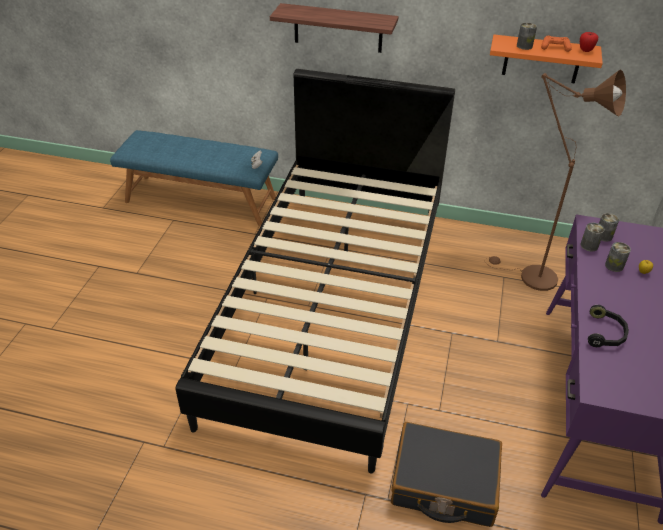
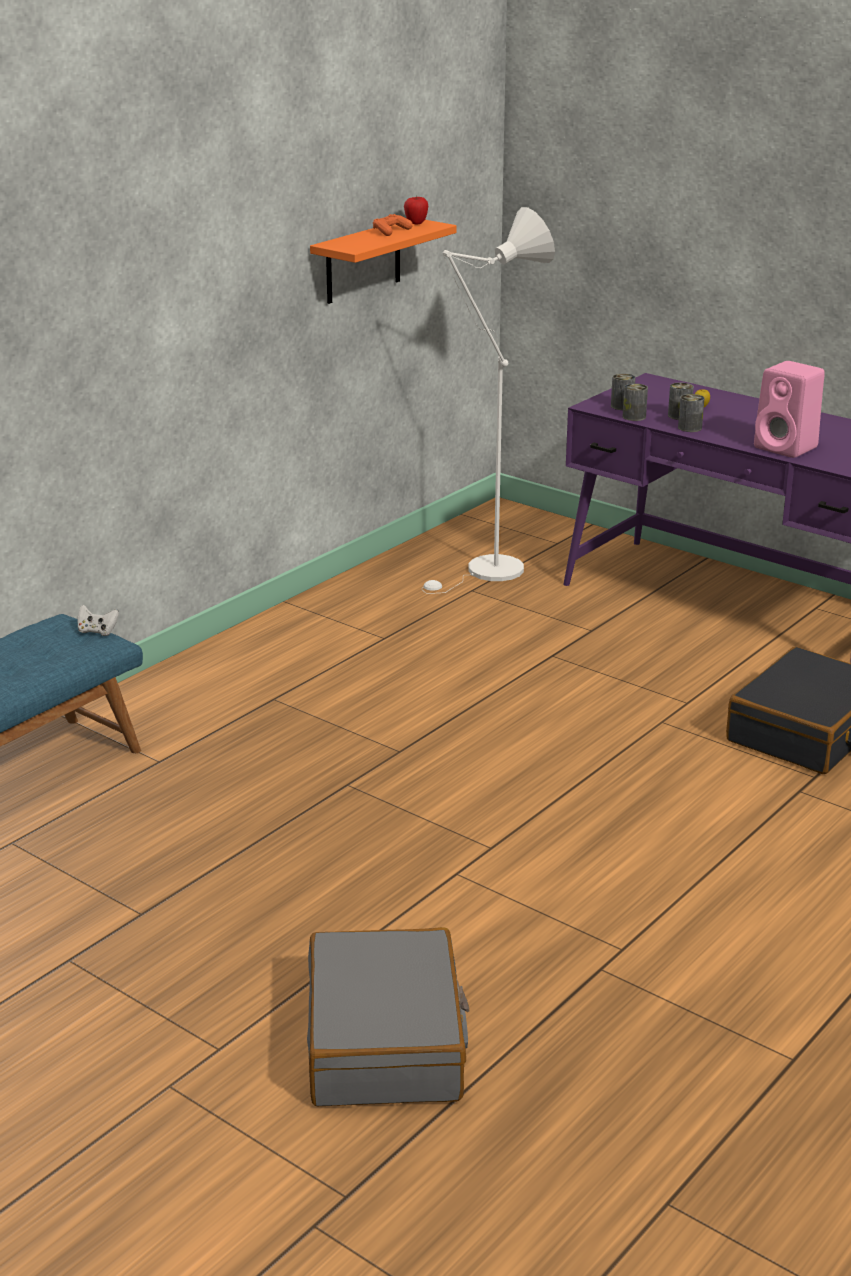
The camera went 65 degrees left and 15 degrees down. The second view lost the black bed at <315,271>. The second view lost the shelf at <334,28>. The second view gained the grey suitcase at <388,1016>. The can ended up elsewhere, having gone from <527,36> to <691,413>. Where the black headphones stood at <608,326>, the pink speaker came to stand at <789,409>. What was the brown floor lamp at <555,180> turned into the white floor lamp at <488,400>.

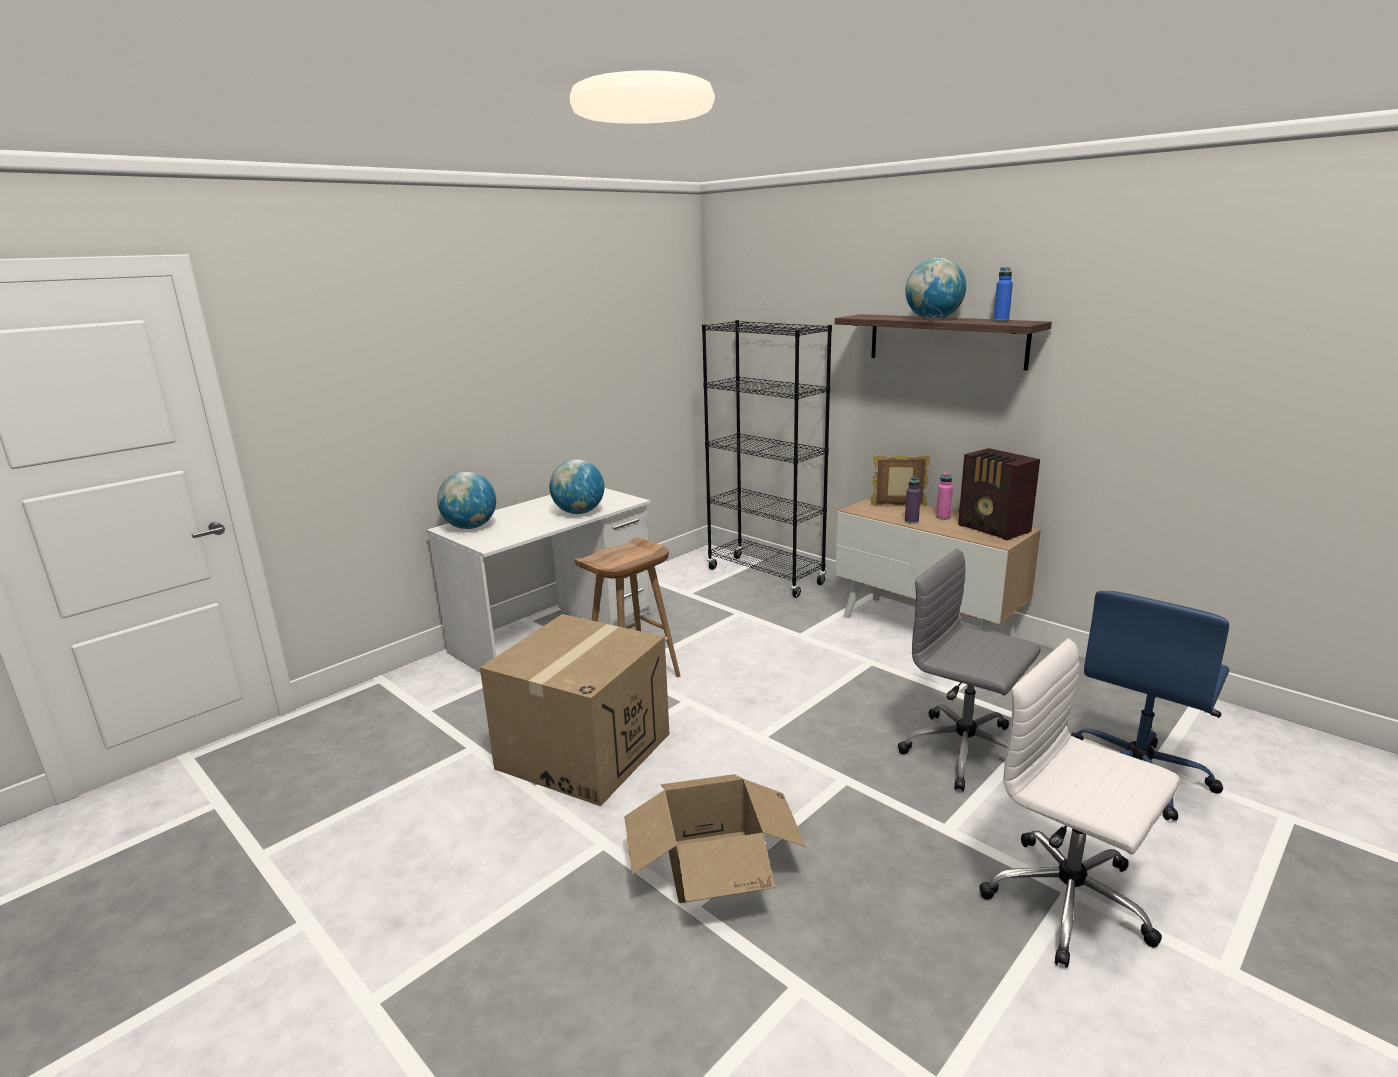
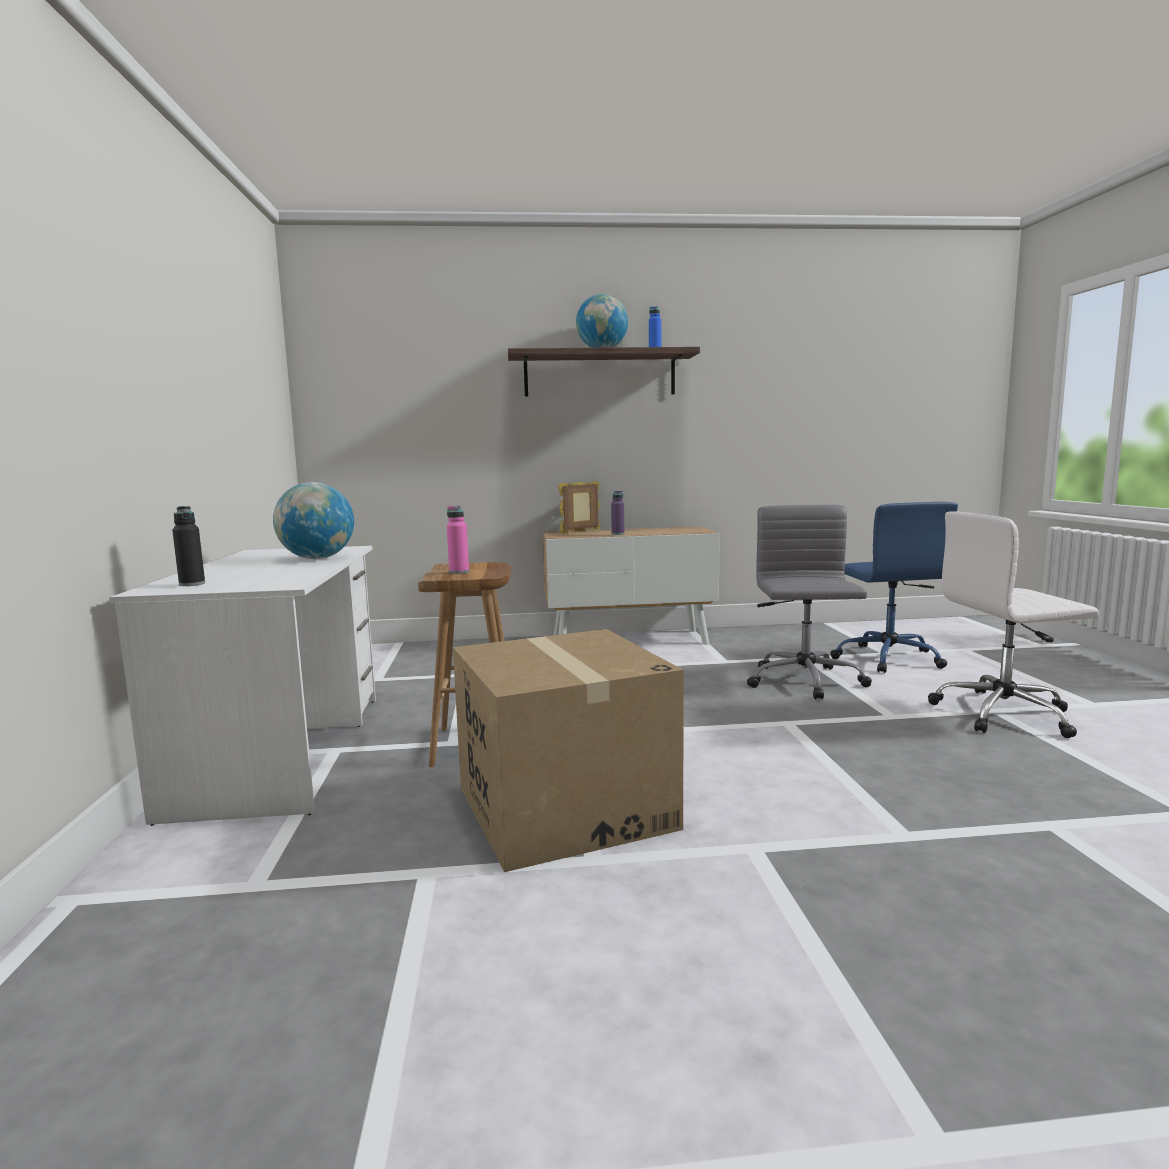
The camera went 50 degrees left and 10 degrees down. The second view lost the cardboard box at <715,838>. The second view lost the black bookcase at <767,459>. The second view lost the radio at <999,494>. The pink bottle ended up elsewhere, having gone from <944,496> to <458,540>. Where the globe stood at <466,500>, the black bottle came to stand at <188,546>. The grey office chair at <969,669> ended up facing another way, 105 degrees clockwise from before.

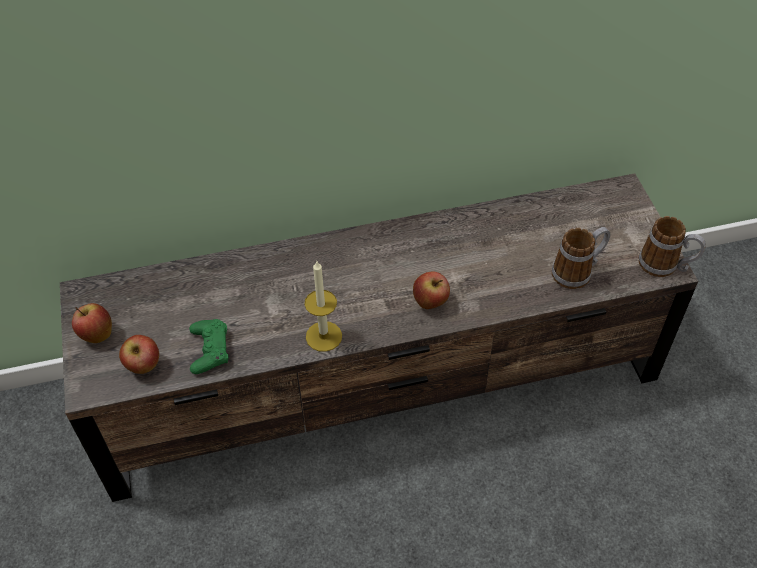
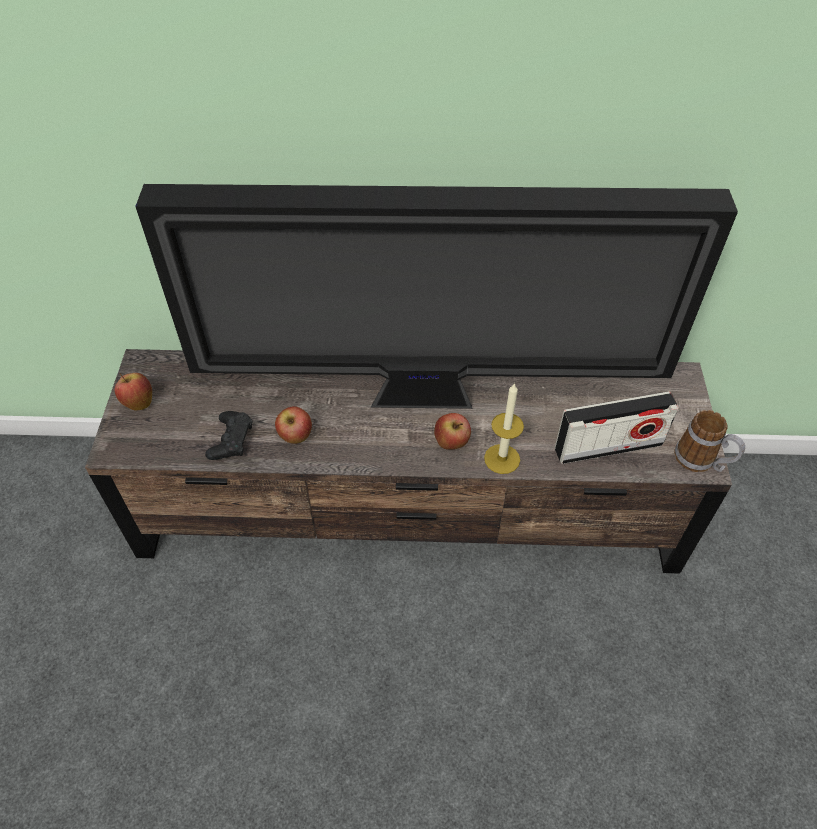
The camera went 15 degrees right and 0 degrees up. The second view gained the television at <436,296>. The apple ended up elsewhere, having gone from <139,354> to <293,425>. The candle ended up elsewhere, having gone from <323,306> to <504,428>. Where the mug stood at <581,258>, the radio came to stand at <617,428>. What was the green game controller at <209,346> turned into the black game controller at <228,435>.

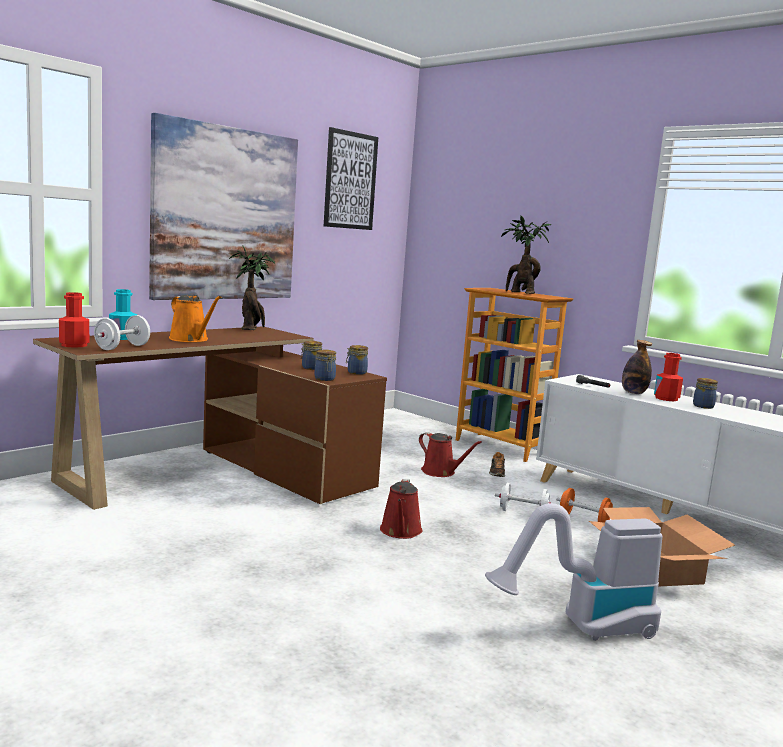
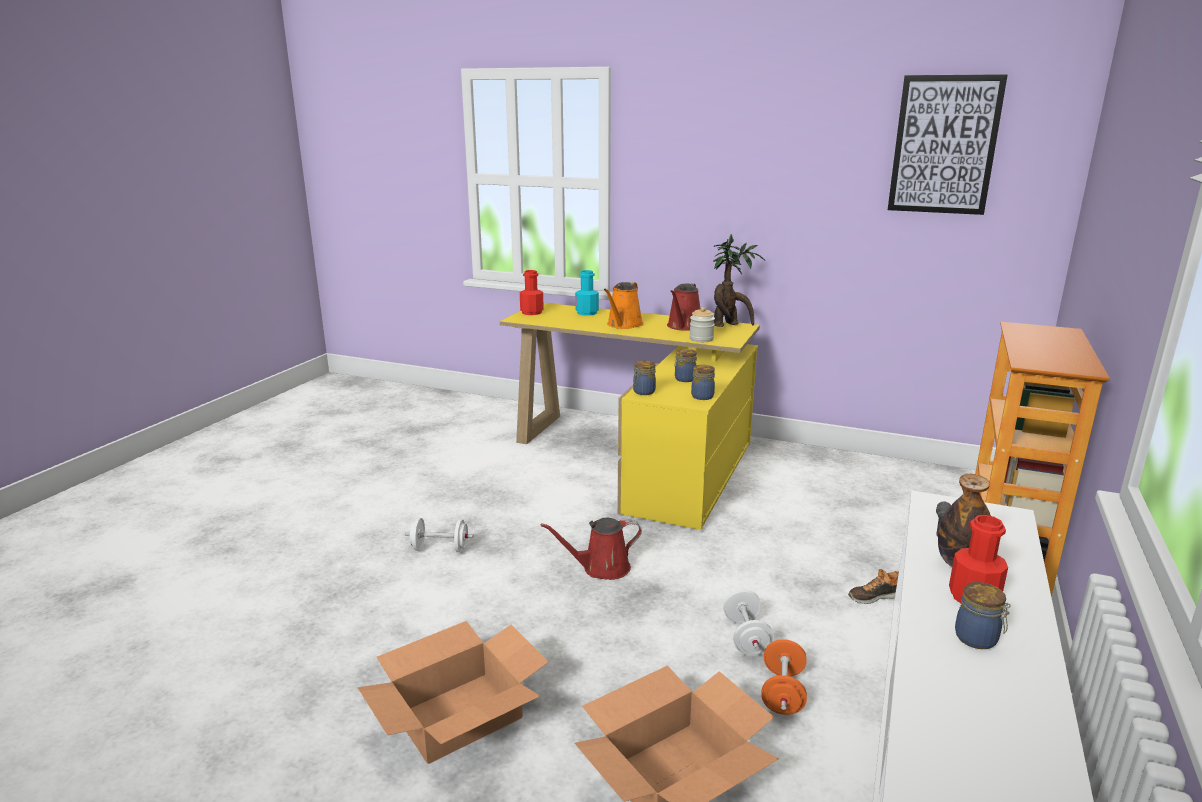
The camera went 70 degrees right and 10 degrees up. The second view lost the picture at <223,206>. The second view lost the potted plant at <526,254>. The second view gained the jar at <702,324>. The white dumbbell ended up elsewhere, having gone from <122,332> to <439,535>. The red watering can ended up elsewhere, having gone from <450,454> to <683,307>. Where the vacuum cleaner stood at <574,572>, the cardboard box came to stand at <453,692>. What was the brown desk at <210,418> turned into the yellow desk at <630,416>.

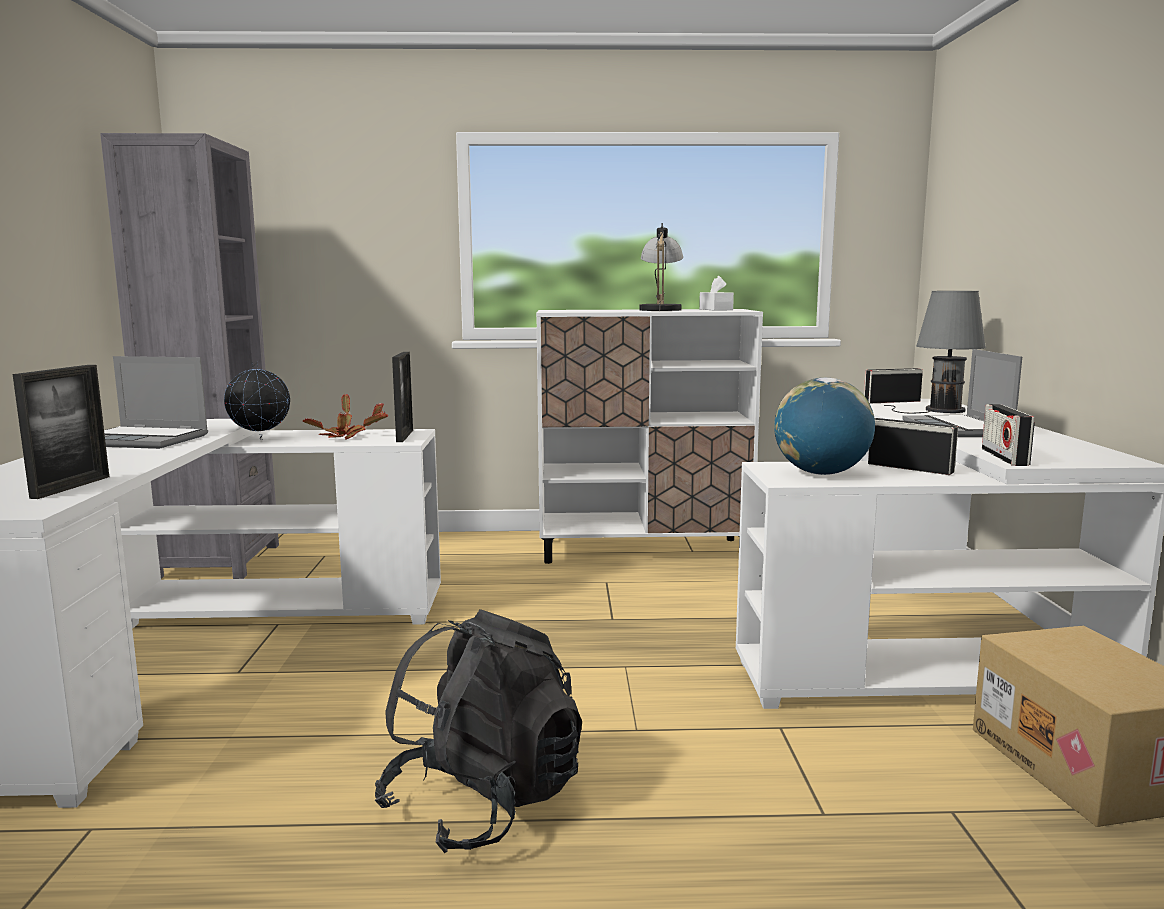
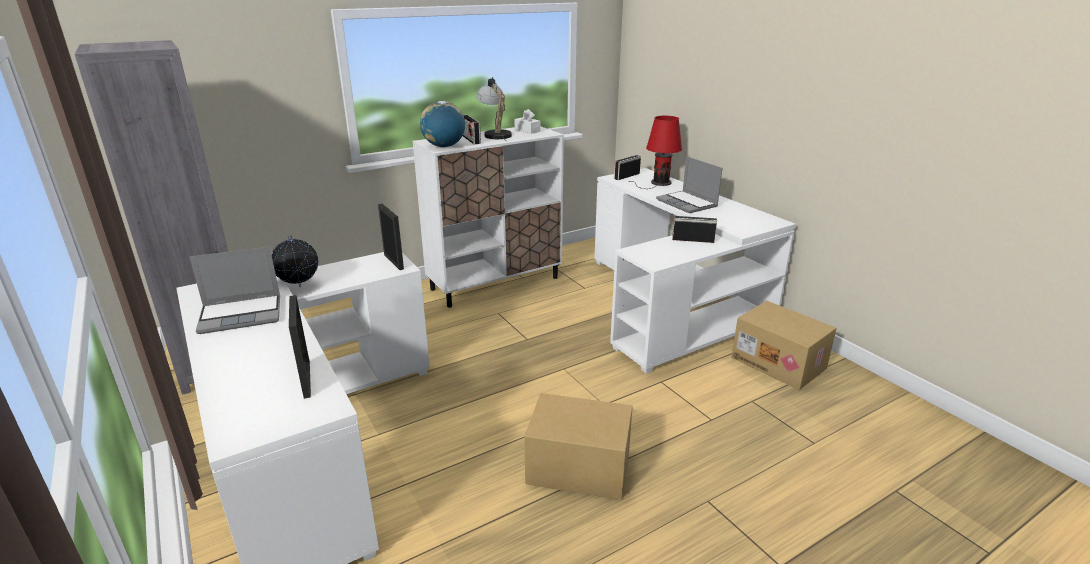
The camera went 30 degrees left and 15 degrees up. The second view lost the potted plant at <345,416>. The globe ended up elsewhere, having gone from <824,426> to <442,124>. The radio ended up elsewhere, having gone from <1008,435> to <472,129>. Where the black backpack stood at <478,731>, the cardboard box came to stand at <578,446>. What was the grey table lamp at <935,352> turned into the red table lamp at <655,152>.

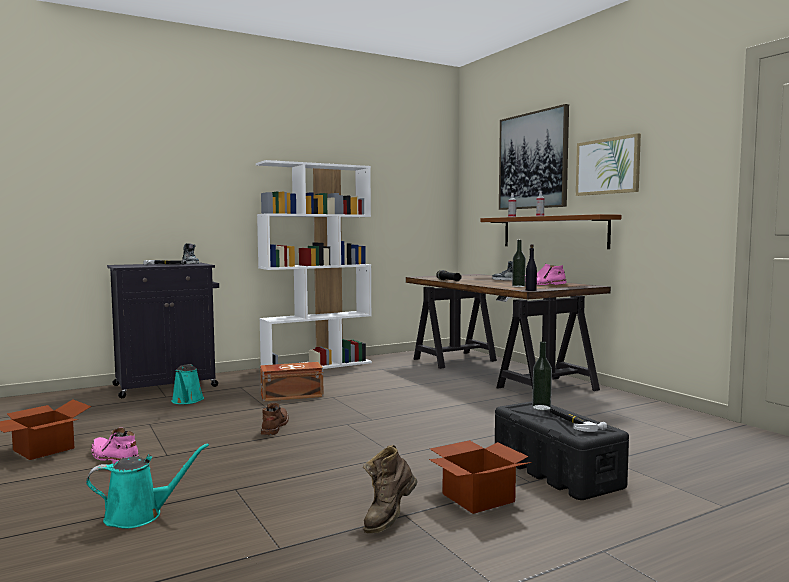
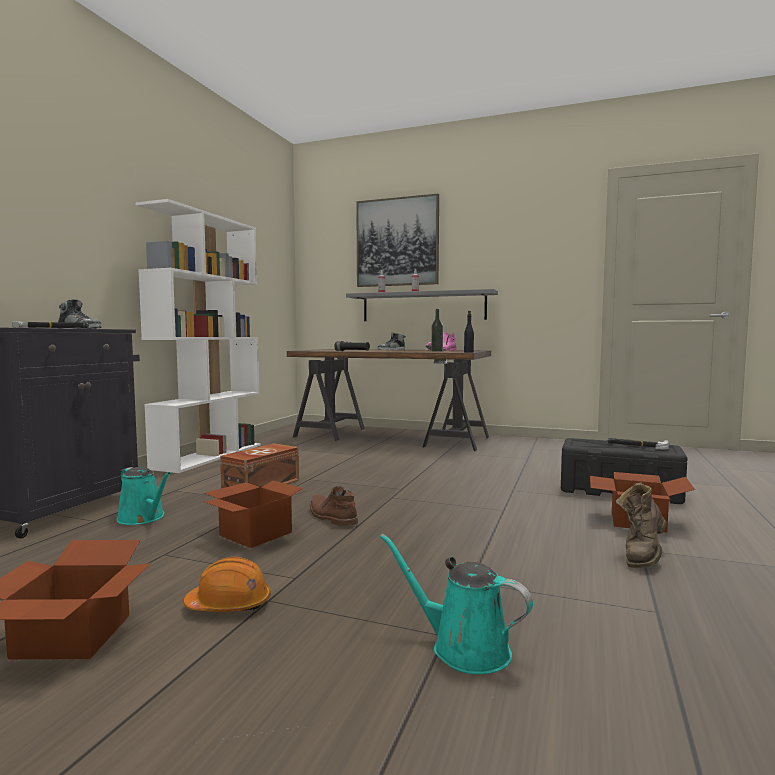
The camera went 40 degrees left and 0 degrees up. The second view lost the bottle at <542,375>. The second view lost the picture at <608,164>. The second view gained the cardboard box at <255,514>. Where the pink boot stood at <115,446>, the orange hard hat came to stand at <227,584>. What was the brown shelf at <550,231> turned into the grey shelf at <422,305>. The turquoise watering can at <147,485> ended up facing another way, 90 degrees counterclockwise from before. The brown boot at <390,489> ended up facing another way, 45 degrees clockwise from before.

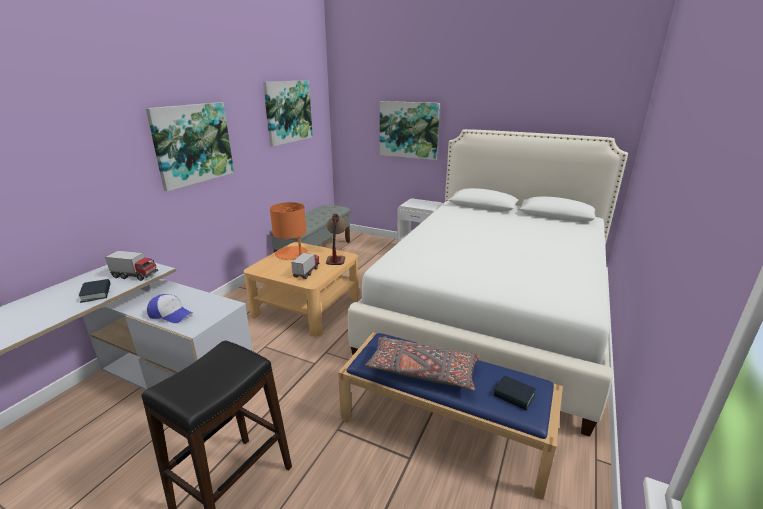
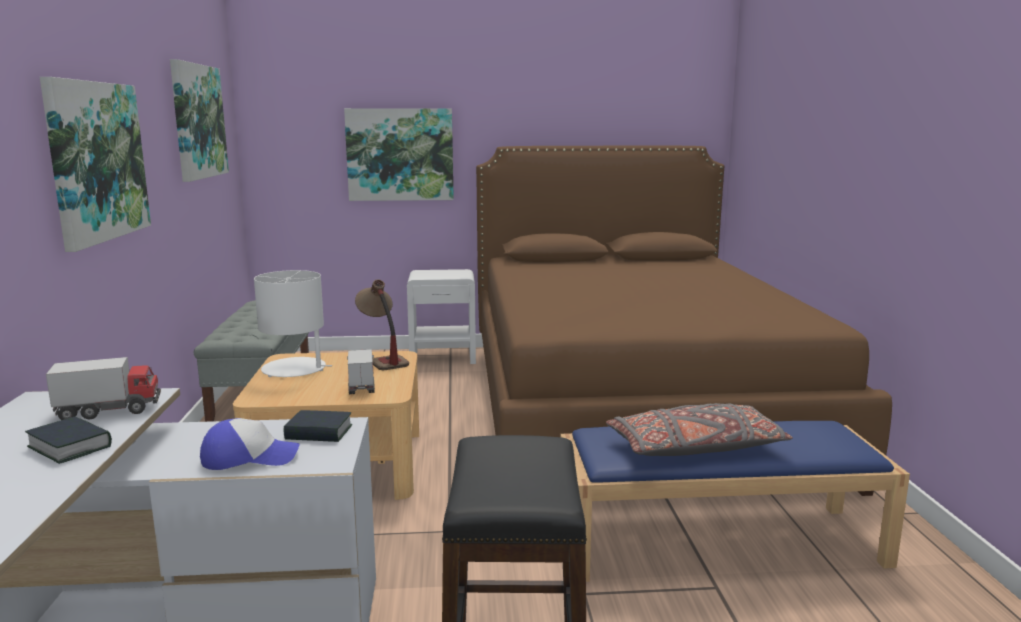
The camera went 30 degrees left and 10 degrees down. The book ended up elsewhere, having gone from <514,393> to <318,426>. What was the orange table lamp at <289,231> turned into the white table lamp at <293,323>. What was the white bed at <488,282> turned into the brown bed at <684,321>.

